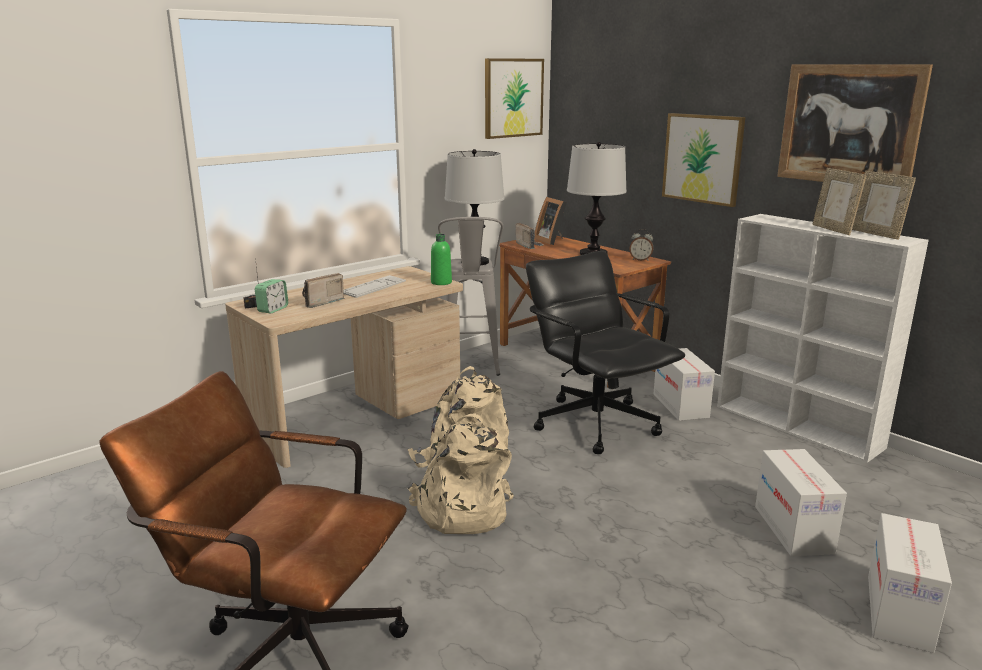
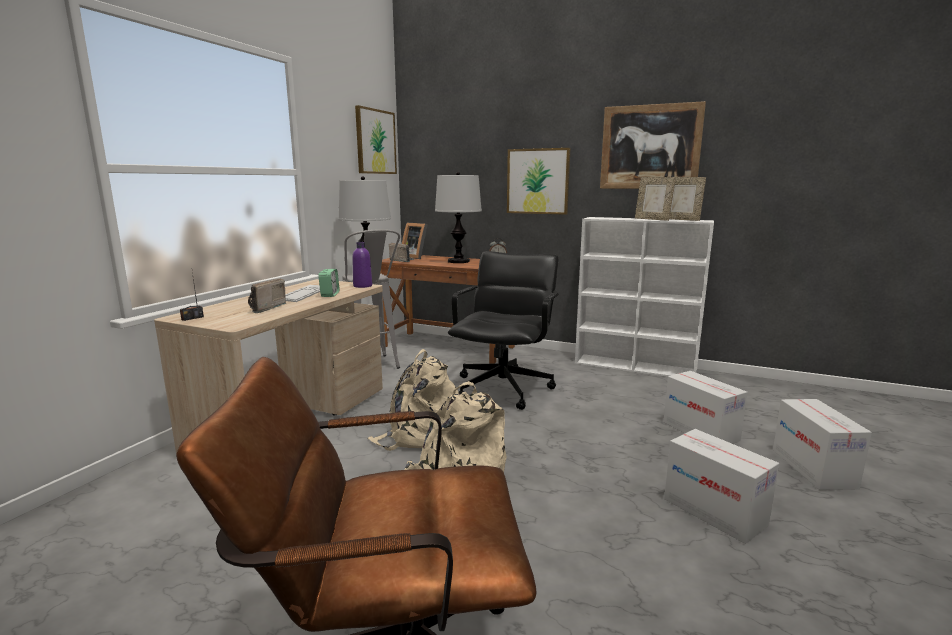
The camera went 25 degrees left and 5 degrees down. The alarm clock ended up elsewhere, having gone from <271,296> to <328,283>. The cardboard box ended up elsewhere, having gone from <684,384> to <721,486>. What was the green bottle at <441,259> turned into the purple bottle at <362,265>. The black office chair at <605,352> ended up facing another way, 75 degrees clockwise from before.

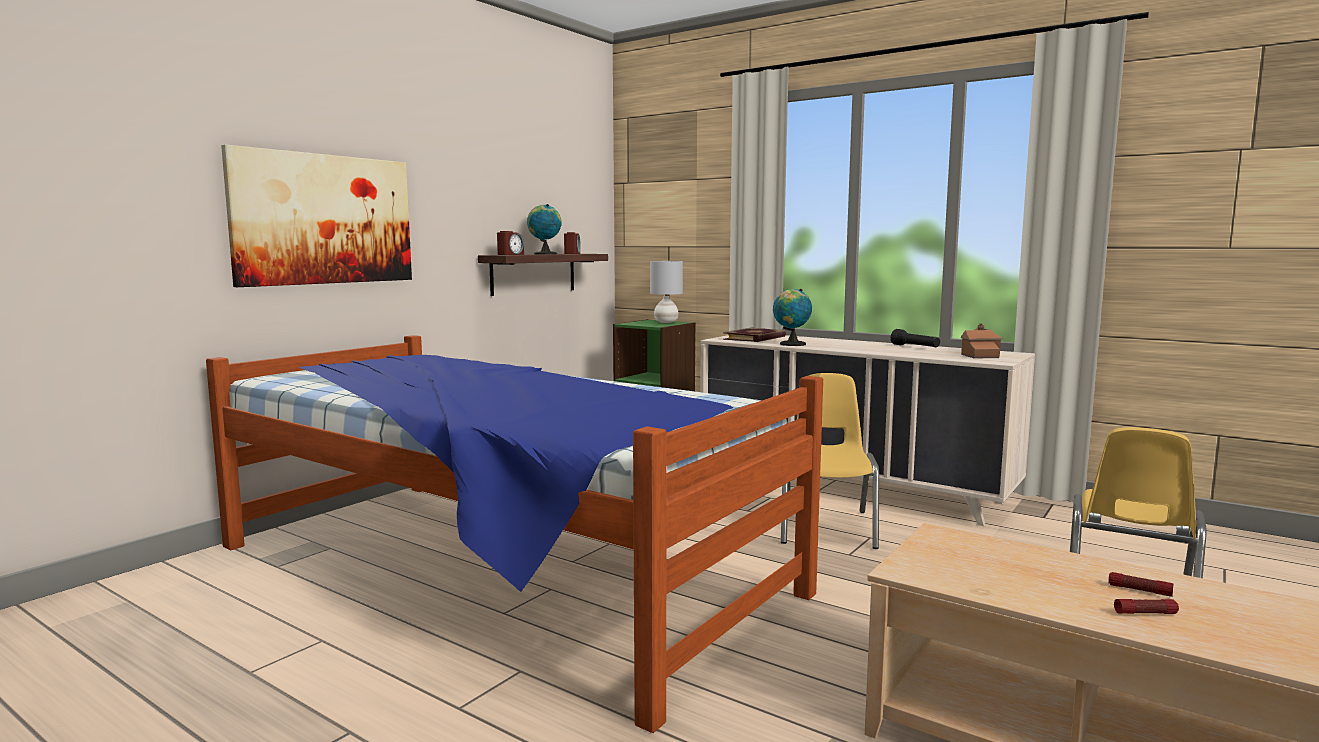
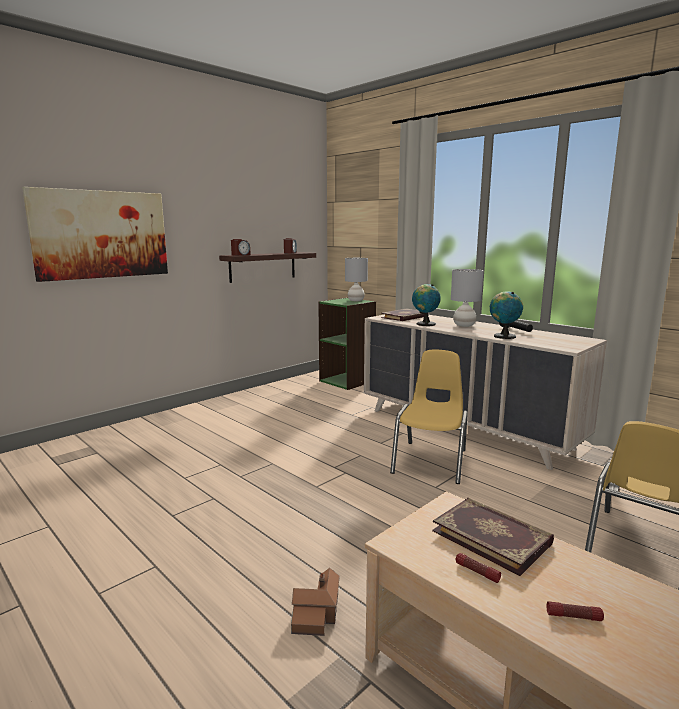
The camera went 10 degrees right and 5 degrees up. The second view lost the bed at <514,534>. The second view gained the book at <493,537>. The second view gained the grey table lamp at <467,298>. The globe ended up elsewhere, having gone from <544,229> to <506,315>. The toy house ended up elsewhere, having gone from <982,341> to <315,602>. The flashlight ended up elsewhere, having gone from <1141,584> to <478,568>.

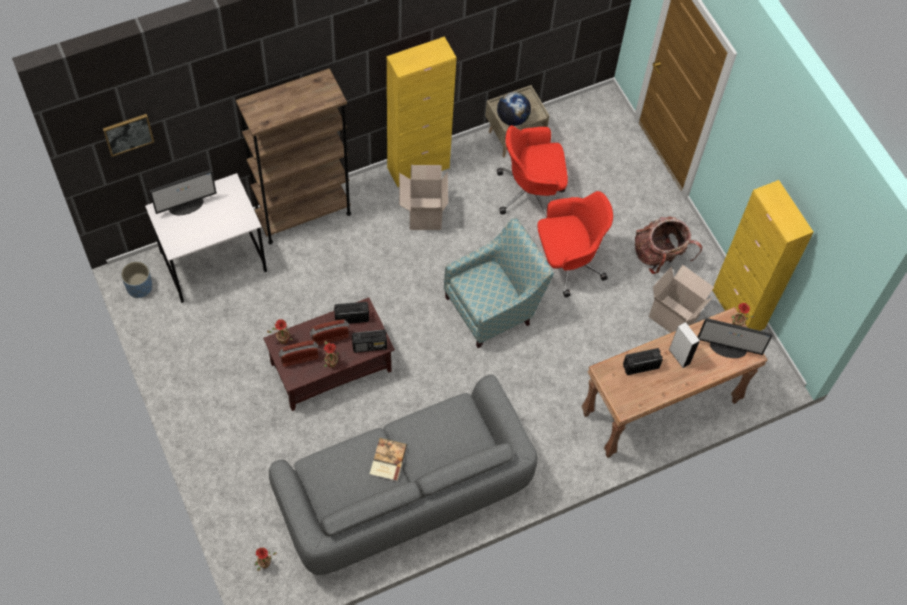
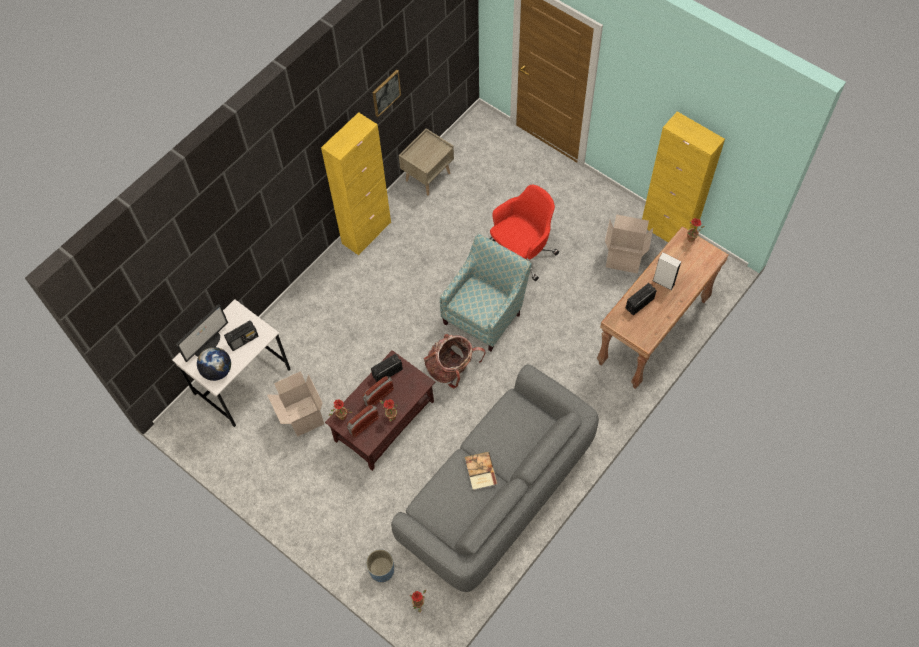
The camera went 20 degrees left and 0 degrees up. The second view lost the brown bookcase at <293,156>. The second view lost the red office chair at <532,171>. The second view lost the monitor at <735,338>. The picture ended up elsewhere, having gone from <128,135> to <386,93>. The blue planter ended up elsewhere, having gone from <136,279> to <380,565>. The radio ended up elsewhere, having gone from <369,341> to <241,335>. The cardboard box ended up elsewhere, having gone from <423,197> to <295,404>. The globe ended up elsewhere, having gone from <514,109> to <214,364>. The backpack ended up elsewhere, having gone from <668,245> to <455,361>.

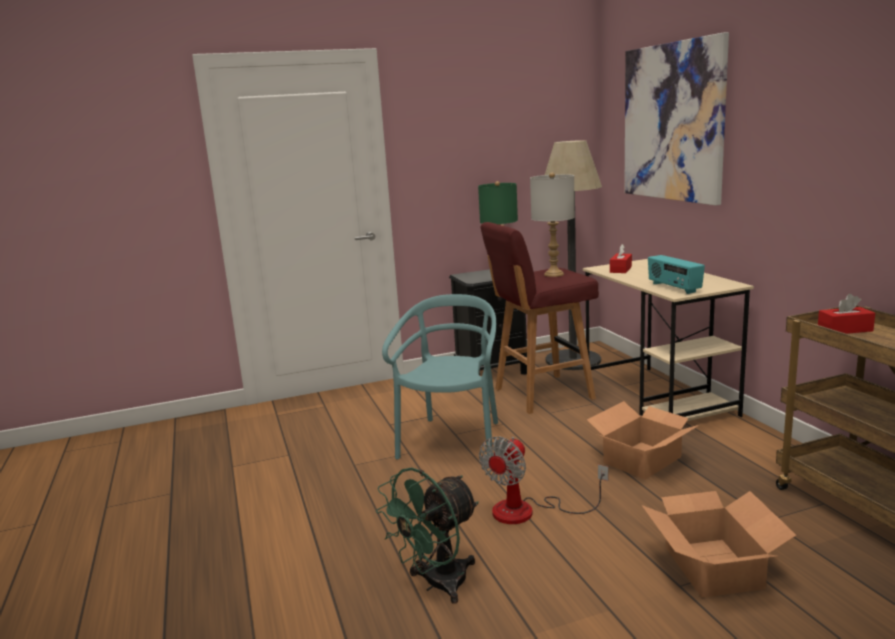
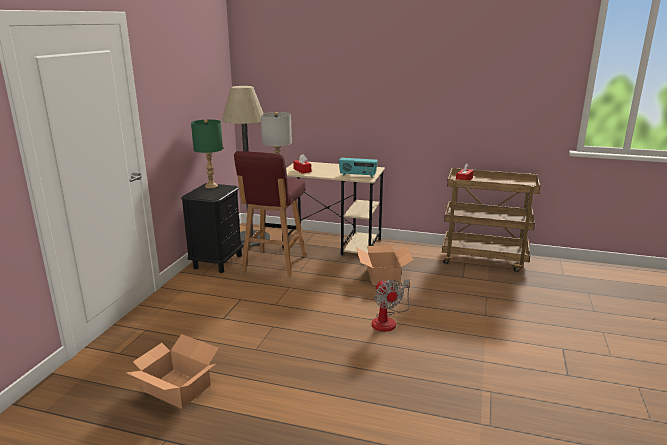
The camera went 55 degrees left and 5 degrees up. The second view lost the green fan at <427,536>. The second view lost the turquoise chair at <440,377>. The second view lost the picture at <676,118>. The cardboard box ended up elsewhere, having gone from <718,544> to <172,371>.

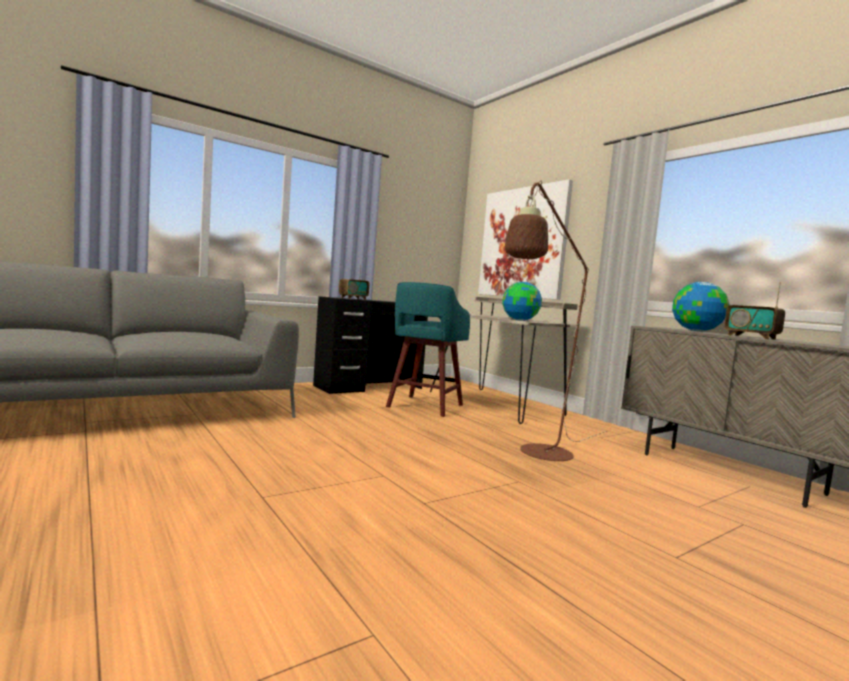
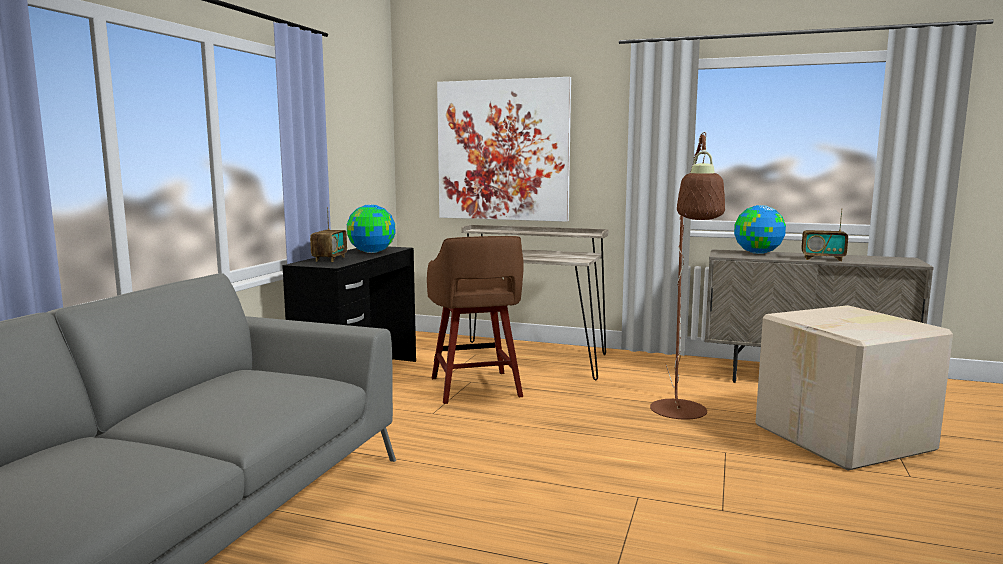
The camera went 35 degrees left and 5 degrees up. The second view gained the cardboard box at <854,388>. The globe ended up elsewhere, having gone from <522,301> to <371,229>. What was the turquoise stool at <428,349> turned into the brown stool at <475,320>.

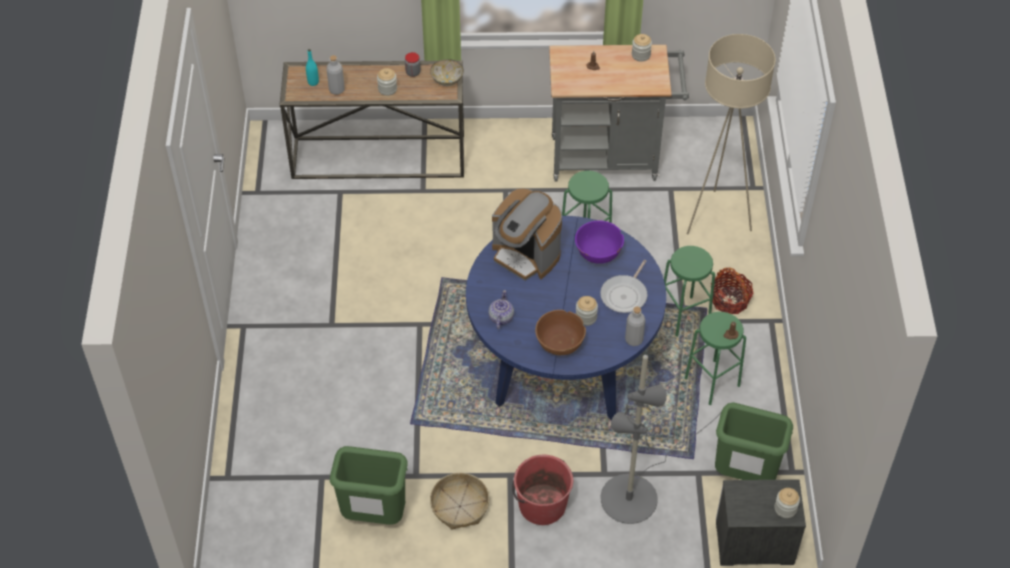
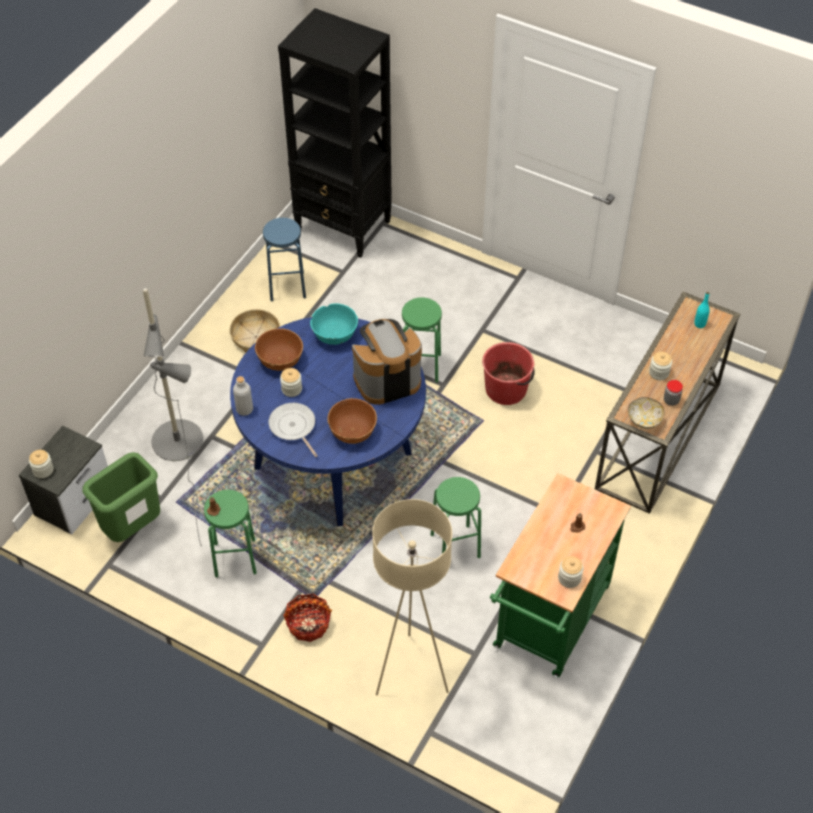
The camera went 120 degrees right and 0 degrees up. The second view lost the grey bottle at <336,75>. The second view gained the black bookcase at <335,133>. The red bucket ended up elsewhere, having gone from <542,490> to <508,373>. The green stool ended up elsewhere, having gone from <689,291> to <422,340>. Where the green trash can stood at <369,485>, the blue stool came to stand at <284,259>. Where the teapot stood at <501,309>, the turquoise bowl came to stand at <334,324>. What was the grey cart at <619,113> turned into the green cart at <560,575>. What was the purple bowl at <599,242> turned into the brown bowl at <352,421>.

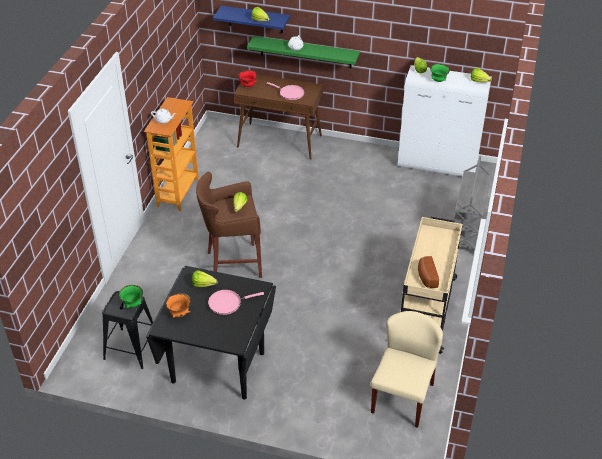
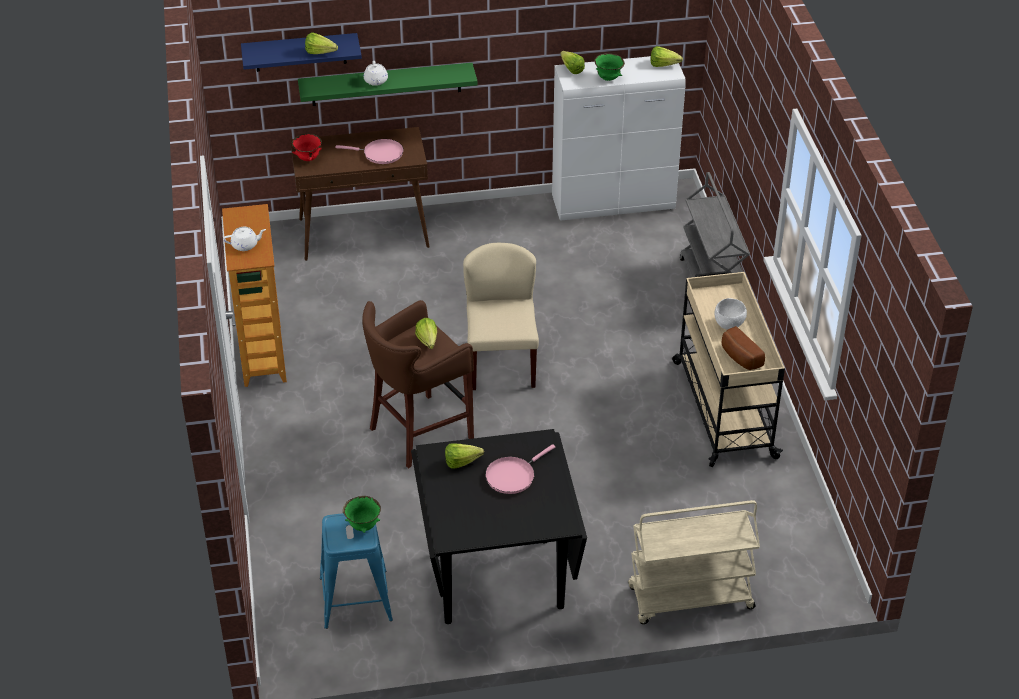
The camera went 25 degrees left and 0 degrees up. The second view lost the orange bowl at <178,305>. The second view gained the beige cart at <694,562>. The second view gained the white bowl at <731,314>. The beige chair ended up elsewhere, having gone from <407,369> to <501,316>. What was the black stool at <127,330> turned into the blue stool at <356,571>.

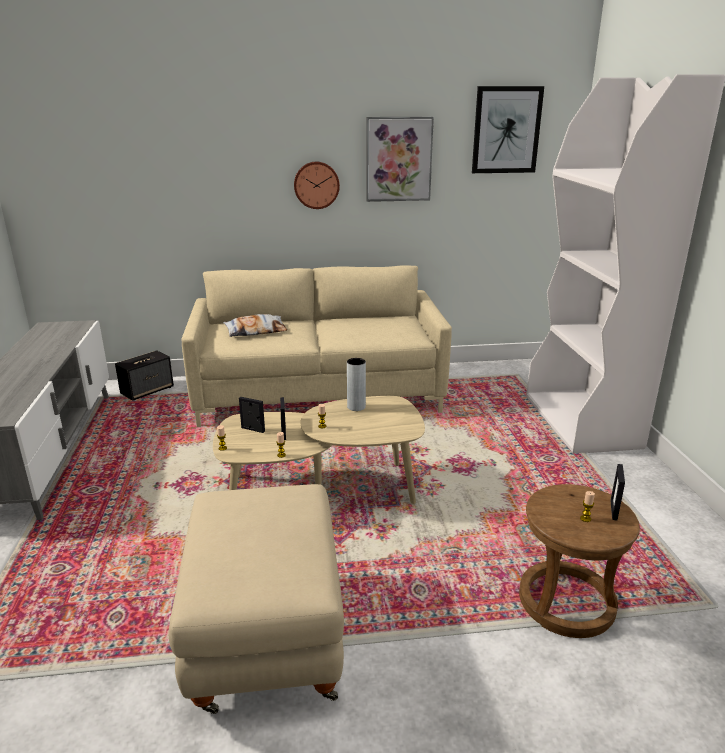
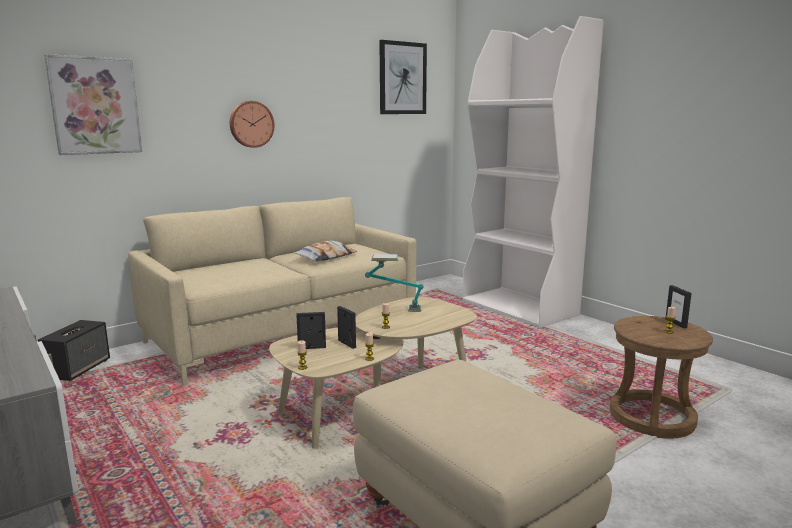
The camera went 30 degrees left and 10 degrees down. The pillow ended up elsewhere, having gone from <255,325> to <325,251>. The picture ended up elsewhere, having gone from <400,159> to <93,104>. Where the grey vase stood at <356,384>, the table lamp came to stand at <394,283>.

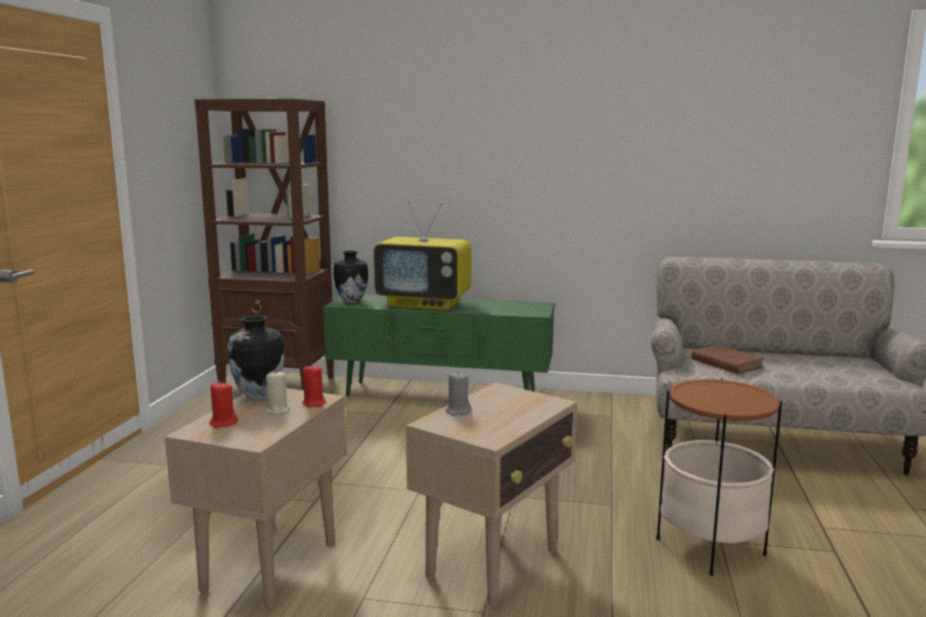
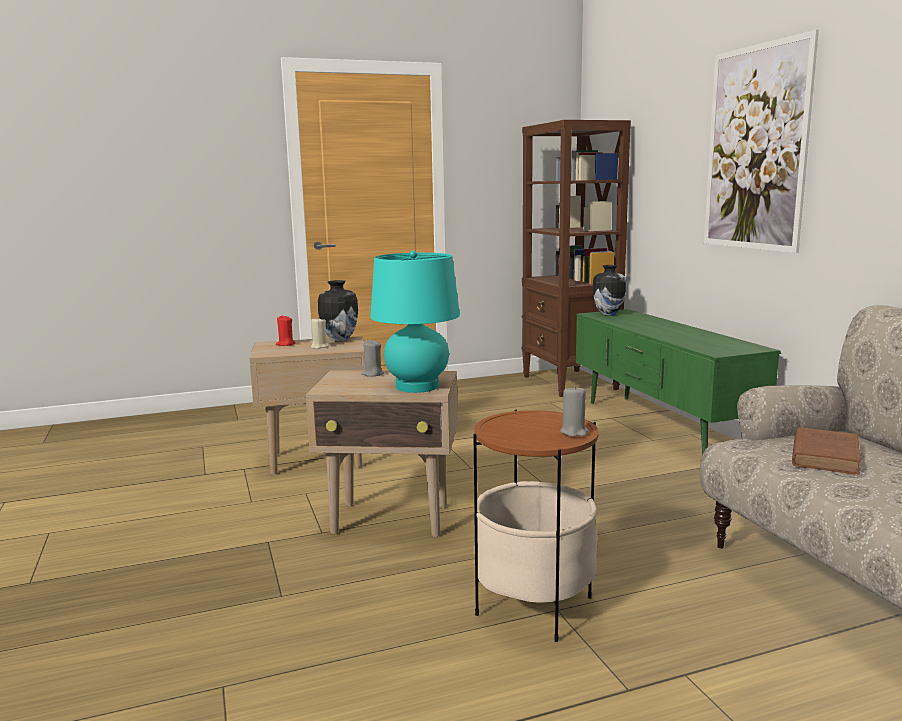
The camera went 60 degrees right and 0 degrees up. The second view lost the red candle at <314,385>. The second view lost the television at <422,255>. The second view gained the turquoise table lamp at <415,321>. The second view gained the grey candle at <574,411>. The second view gained the picture at <761,141>.

